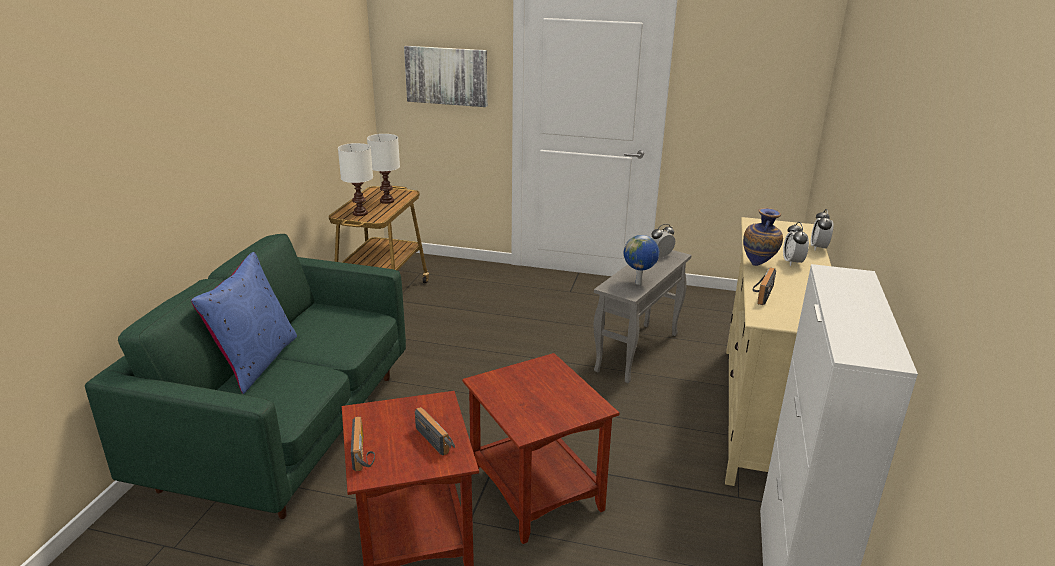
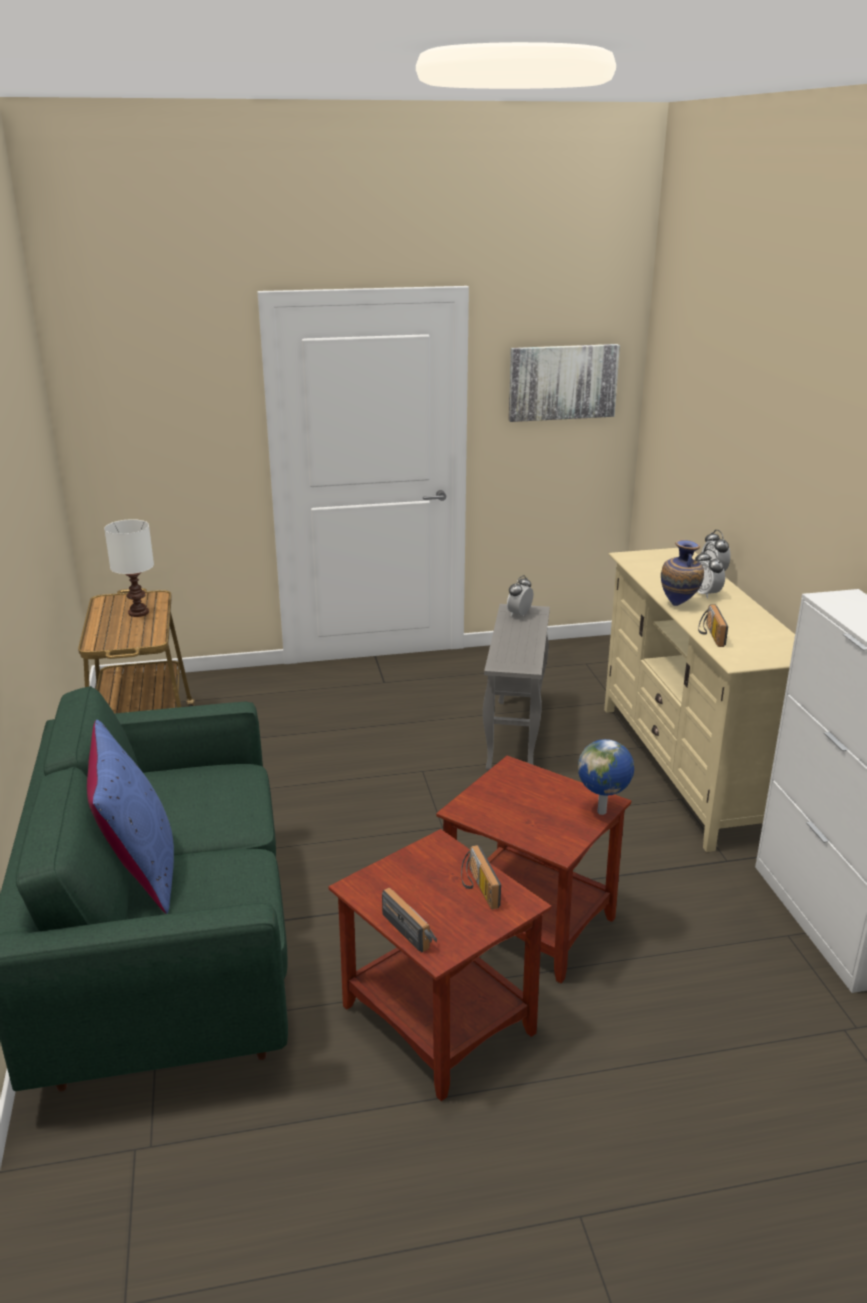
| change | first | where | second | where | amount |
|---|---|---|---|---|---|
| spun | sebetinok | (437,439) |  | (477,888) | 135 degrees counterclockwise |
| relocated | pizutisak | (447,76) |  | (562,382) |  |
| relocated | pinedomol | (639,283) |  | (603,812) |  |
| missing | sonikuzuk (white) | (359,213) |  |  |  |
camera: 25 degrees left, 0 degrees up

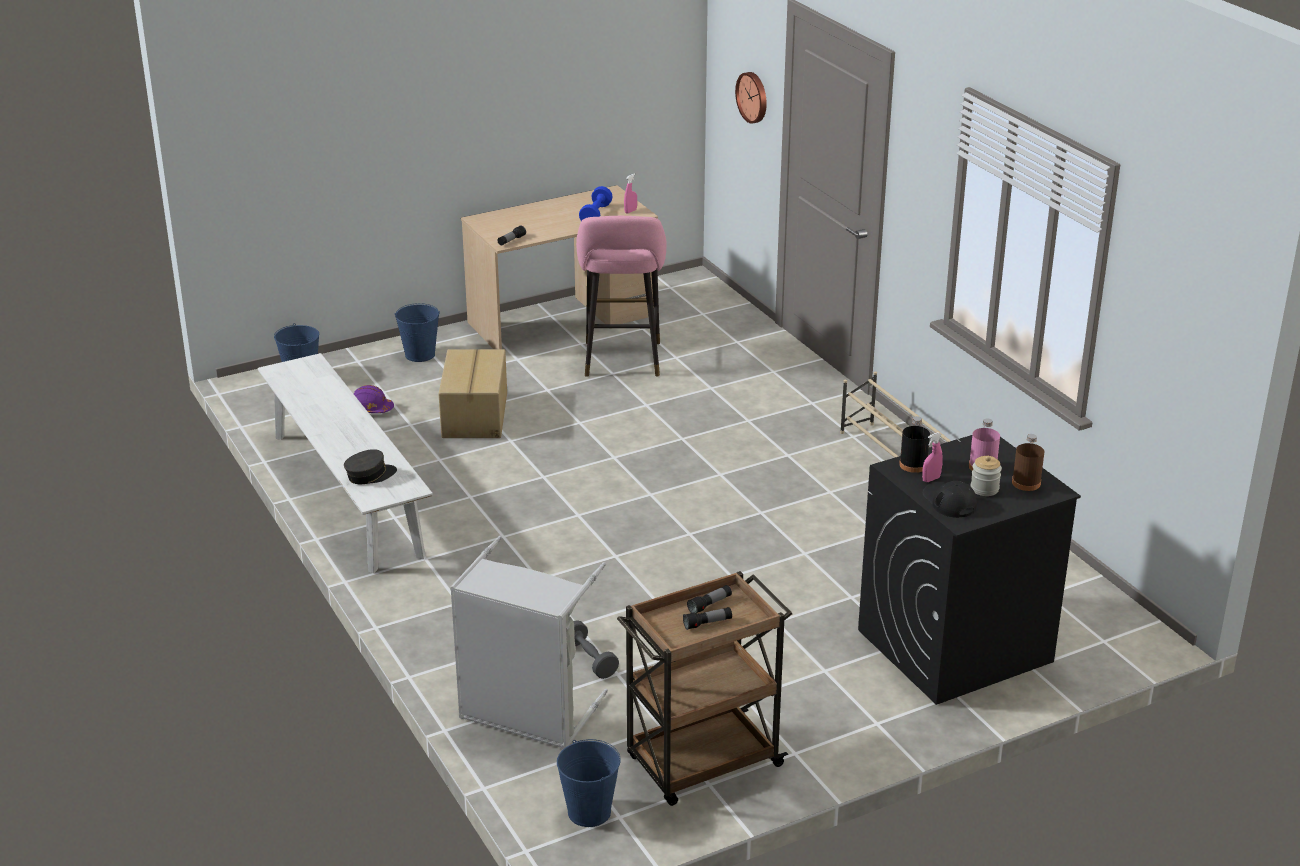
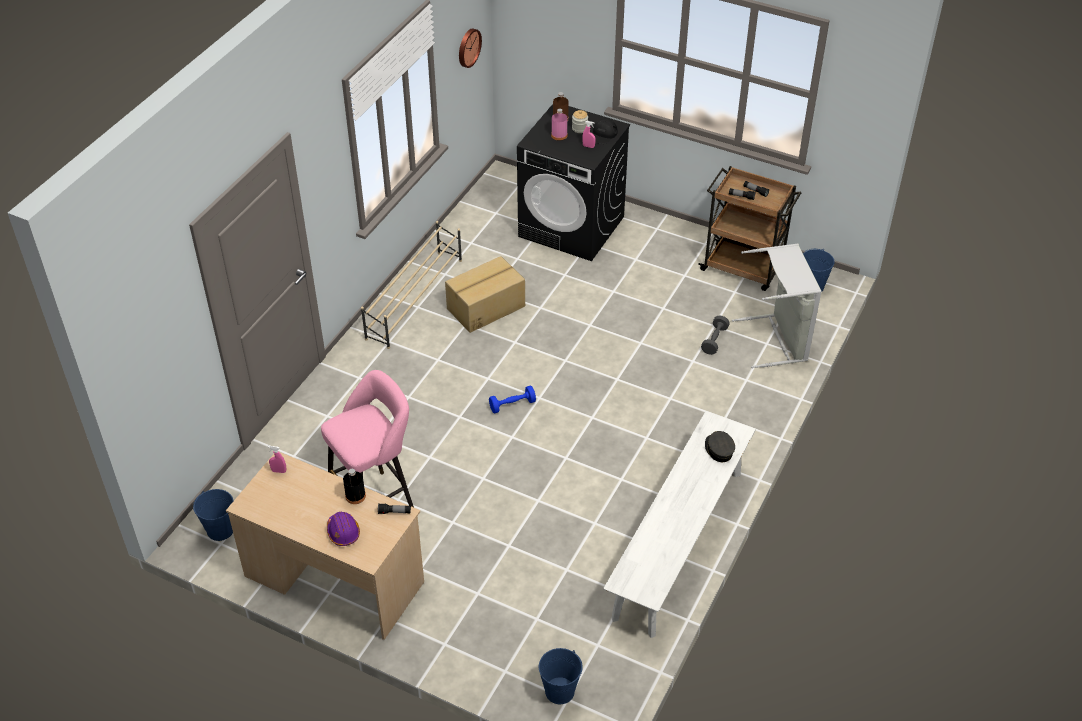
| change | first | where | second | where | amount |
|---|---|---|---|---|---|
| relocated | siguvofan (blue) | (420,355) |  | (220,529) |  |
| relocated | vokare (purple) | (371,409) |  | (343,532) |  |
| relocated | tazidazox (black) | (913,465) |  | (355,496) |  |
| relocated | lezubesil | (476,415) |  | (485,307) |  |
| relocated | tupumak | (753,97) |  | (468,47) |  |
| relocated | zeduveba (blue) | (596,215) |  | (512,405) |  |
| spun | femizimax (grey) | (370,475) |  | (718,450) | 45 degrees clockwise |
camera: 125 degrees left, 15 degrees up

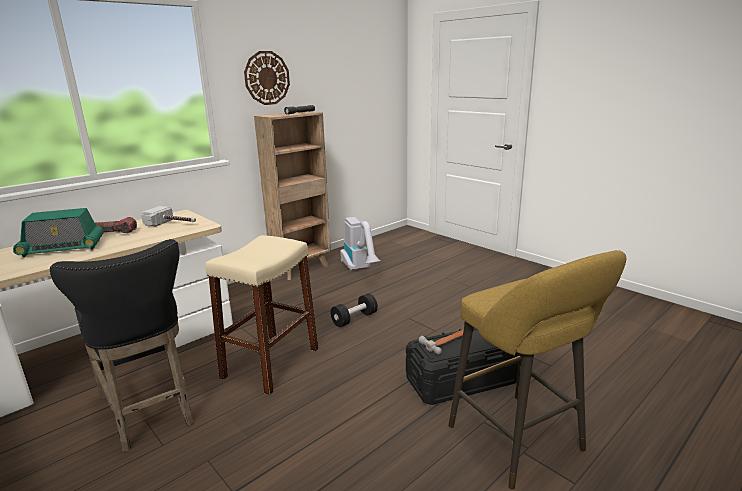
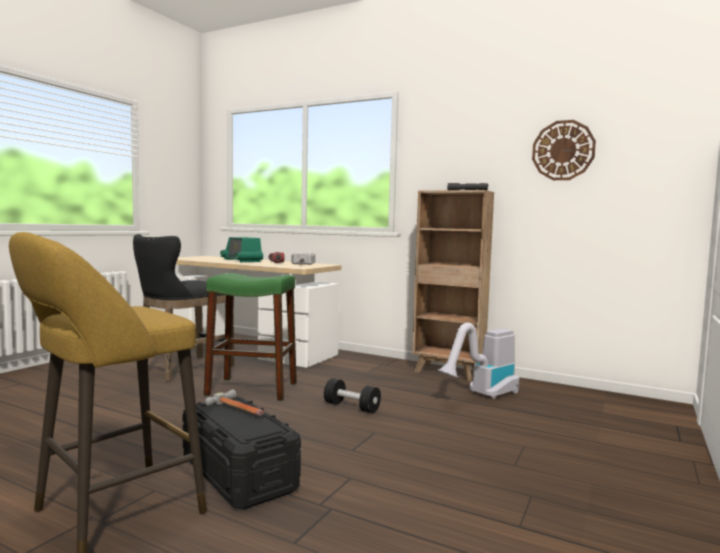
| change | first | where | second | where | amount |
|---|---|---|---|---|---|
| colour | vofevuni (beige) | (271,363) | vofevuni (green) | (252,389) |  |
| relocated | tupumak | (267,78) |  | (563,150) |  |
camera: 70 degrees right, 15 degrees down

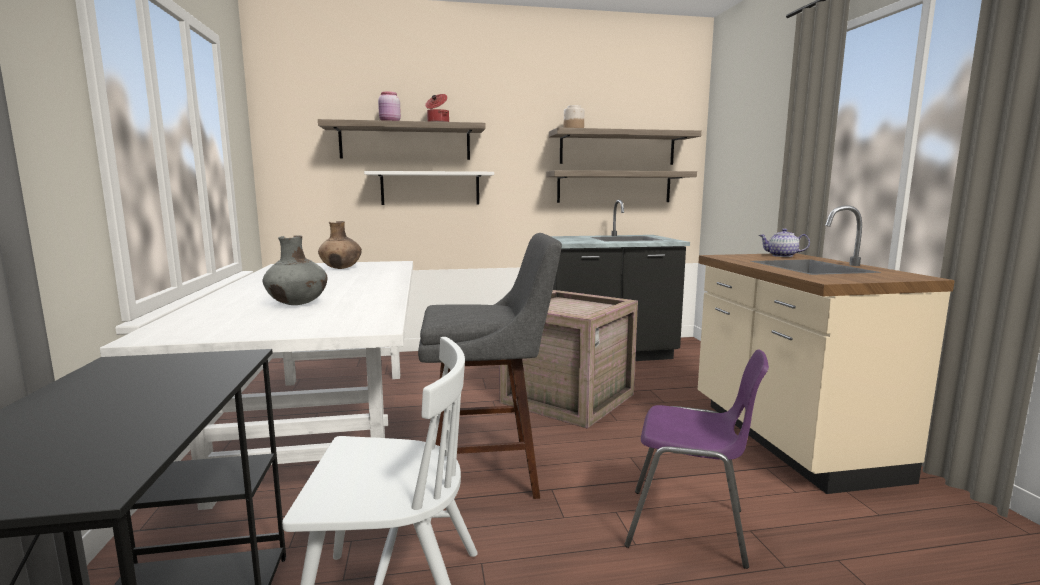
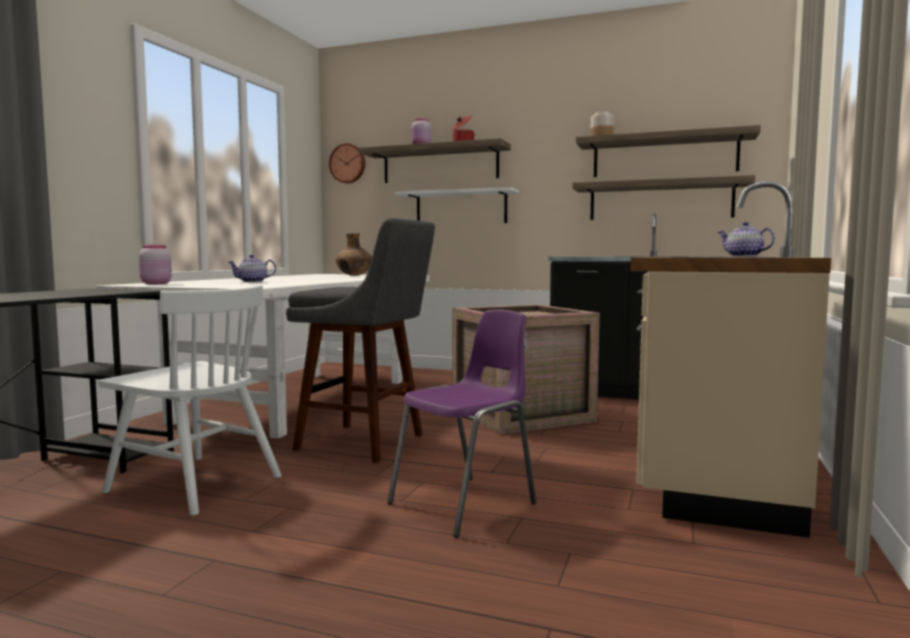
| change | first | where | second | where | amount |
|---|---|---|---|---|---|
| appeared |  |  | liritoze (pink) | (155,283) |  |
| exchanged | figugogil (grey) | (298,304) | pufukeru | (252,281) |  |
| appeared |  |  | tupumak | (348,163) |  |
| spun | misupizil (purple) | (689,528) |  | (466,503) | 90 degrees counterclockwise |
camera: 30 degrees right, 5 degrees down

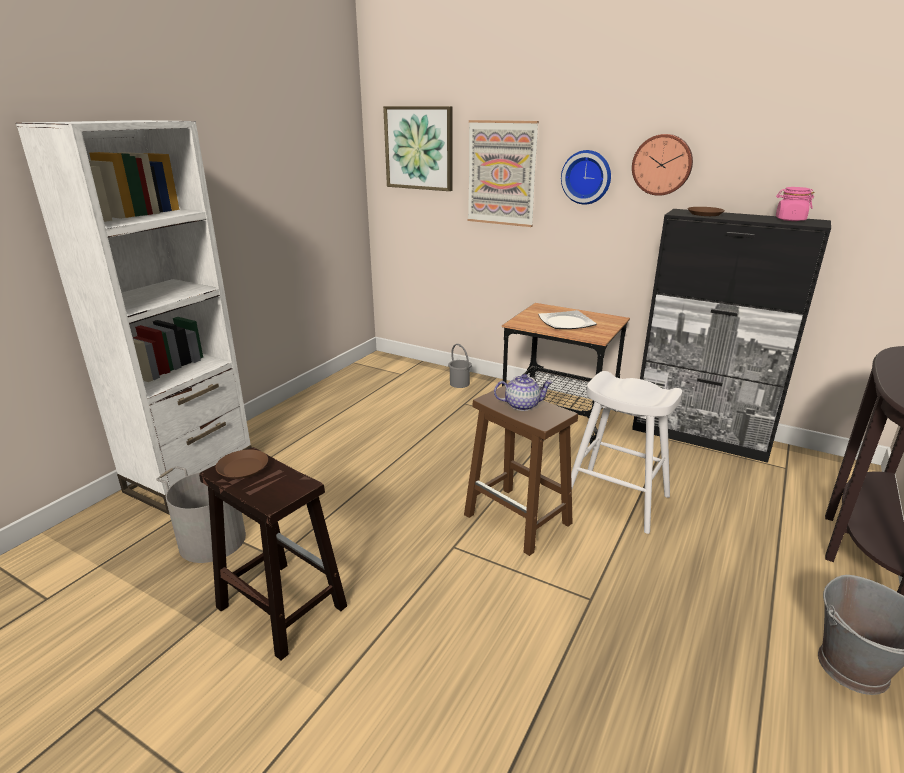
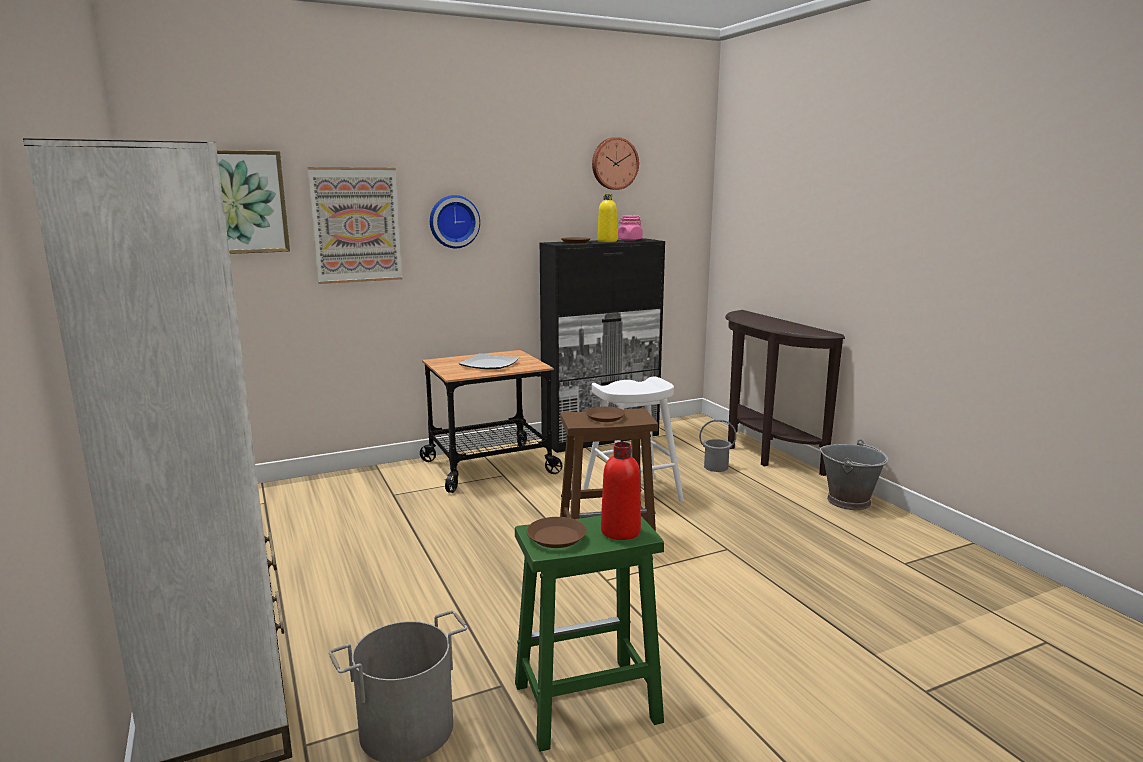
| change | first | where | second | where | amount |
|---|---|---|---|---|---|
| colour | vofevuni (brown) | (280,606) | vofevuni (green) | (584,703) |  |
| exchanged | pufukeru | (522,405) | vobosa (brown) | (605,417) |  |
| relocated | tupumak | (662,164) |  | (614,163) |  |
| appeared |  |  | tazidazox (yellow) | (607,241) |  |
| appeared |  |  | tazidazox (red) | (620,531) |  |
| relocated | siguvofan (grey) | (459,384) |  | (716,467) |  |
camera: 55 degrees left, 10 degrees down

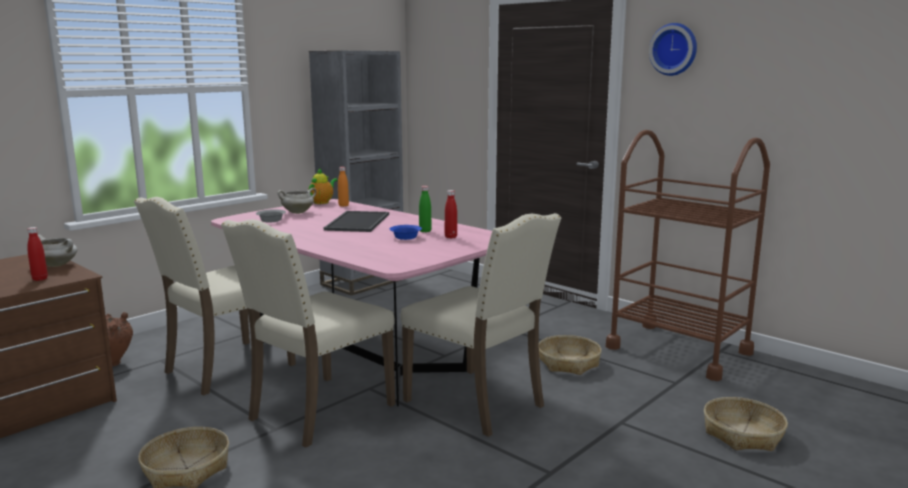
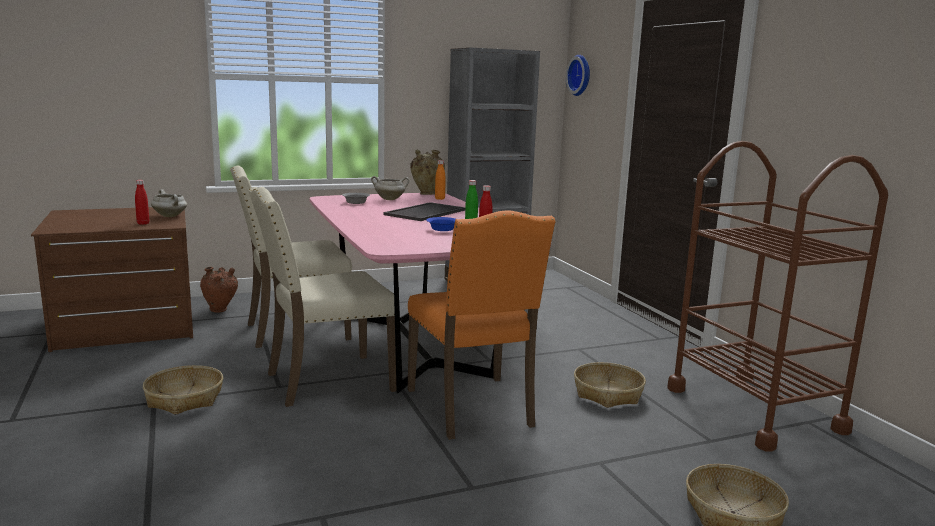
| change | first | where | second | where | amount |
|---|---|---|---|---|---|
| colour | misupizil (beige) | (478,403) | misupizil (orange) | (473,408) |  |
| exchanged | pufukeru | (322,202) | figugogil (beige) | (427,194) |  |
| relocated | tupumak | (674,49) |  | (581,75) |  |
camera: 25 degrees right, 0 degrees up

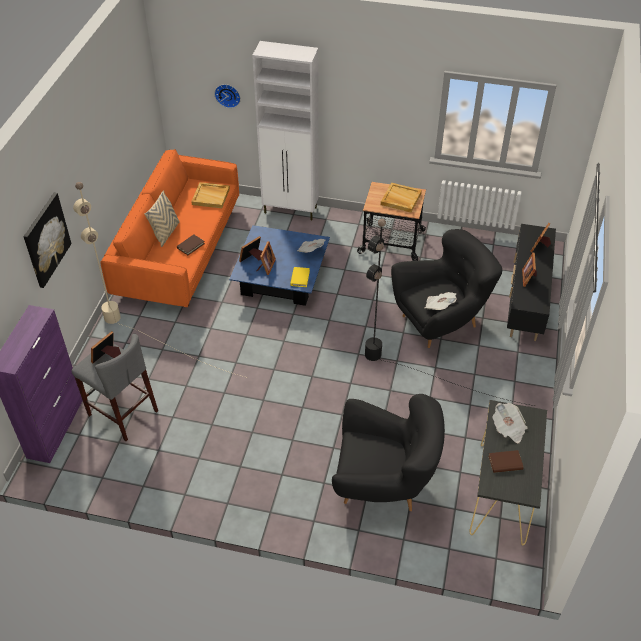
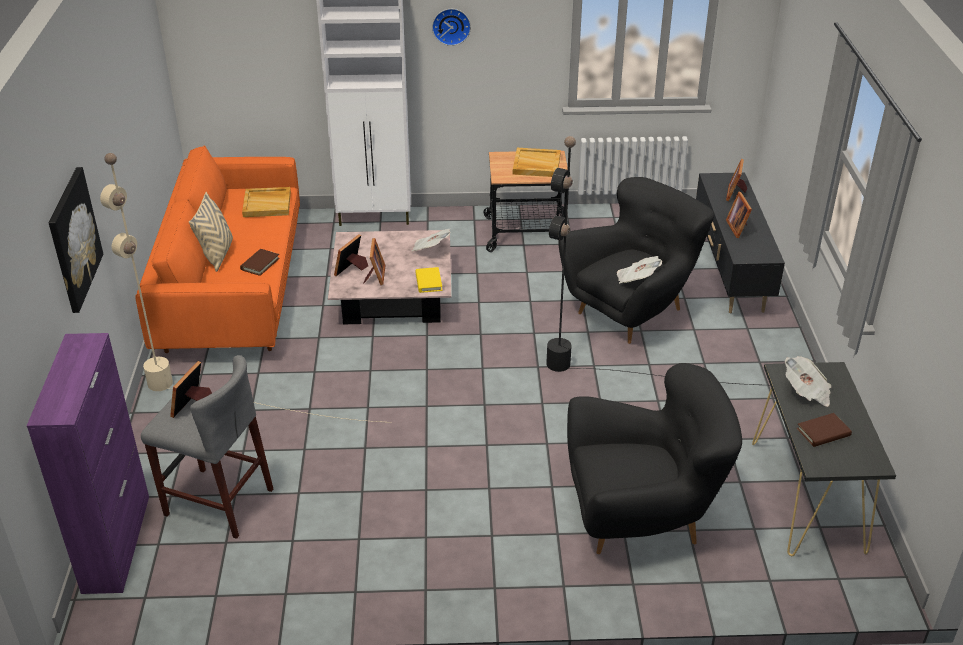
| change | first | where | second | where | amount |
|---|---|---|---|---|---|
| colour | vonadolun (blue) | (281,277) | vonadolun (pink) | (392,295) |  |
| relocated | tupumak | (228,95) |  | (451,25) |  |
camera: 15 degrees left, 10 degrees down

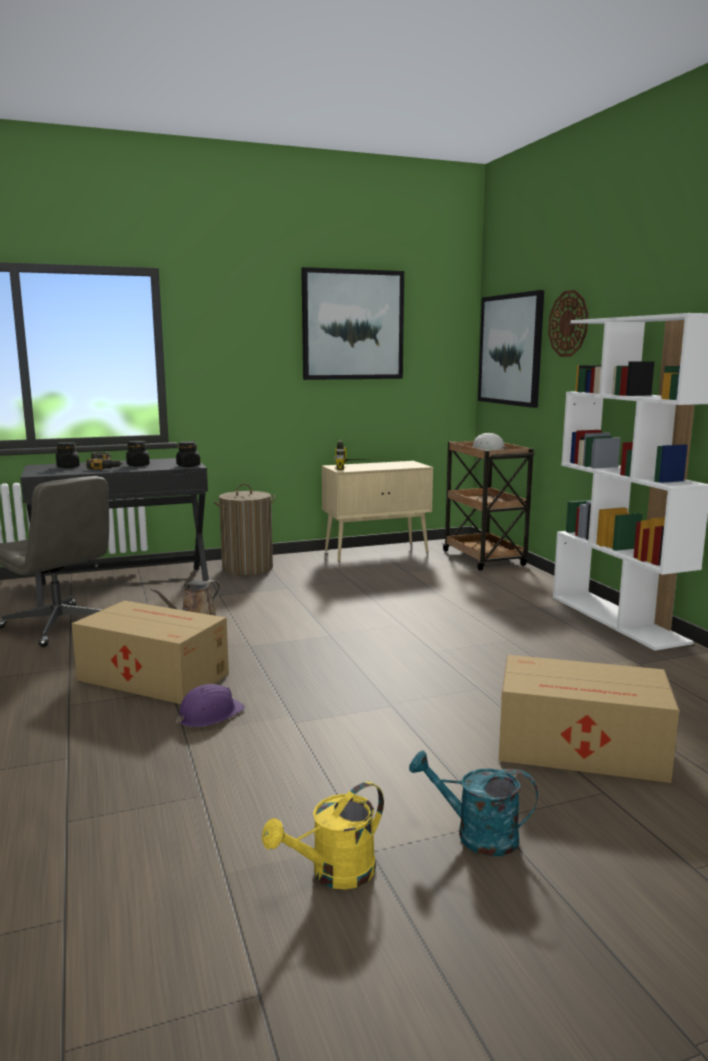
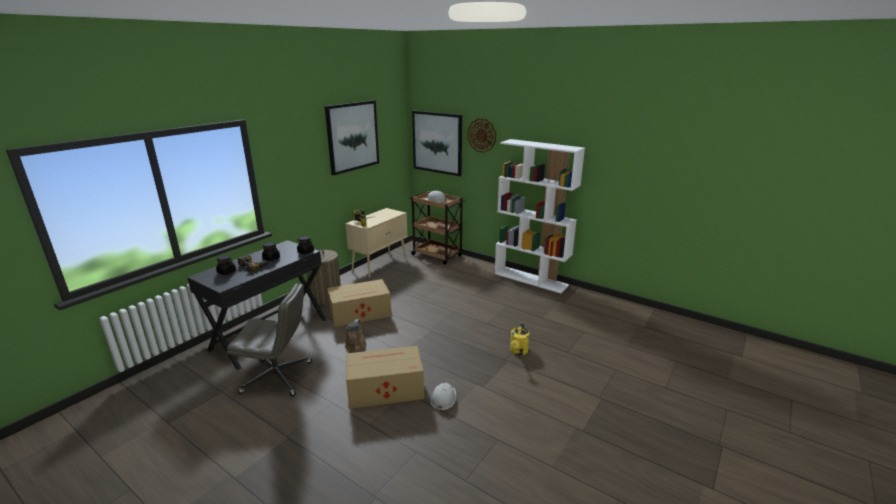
| change | first | where | second | where | amount |
|---|---|---|---|---|---|
| relocated | lezubesil | (583,748) |  | (361,313) |  |
| colour | vokare (purple) | (209,714) | vokare (white) | (443,399) |  |
| relocated | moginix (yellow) | (333,874) |  | (518,352) |  |
| missing | moginix (turquoise) | (476,835) |  |  |  |
camera: 35 degrees left, 10 degrees up

